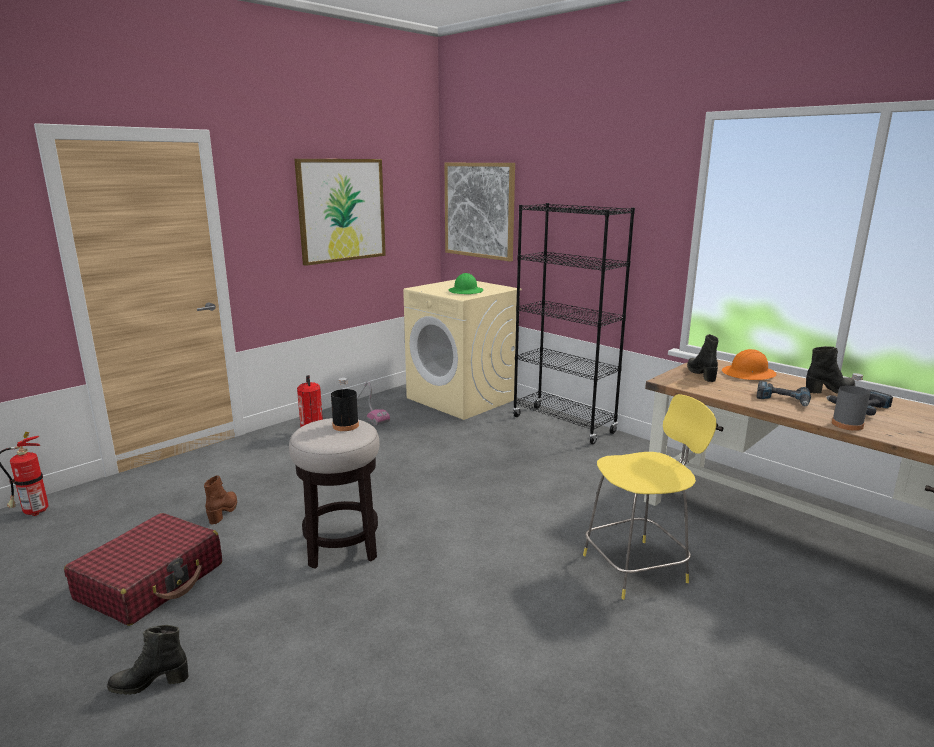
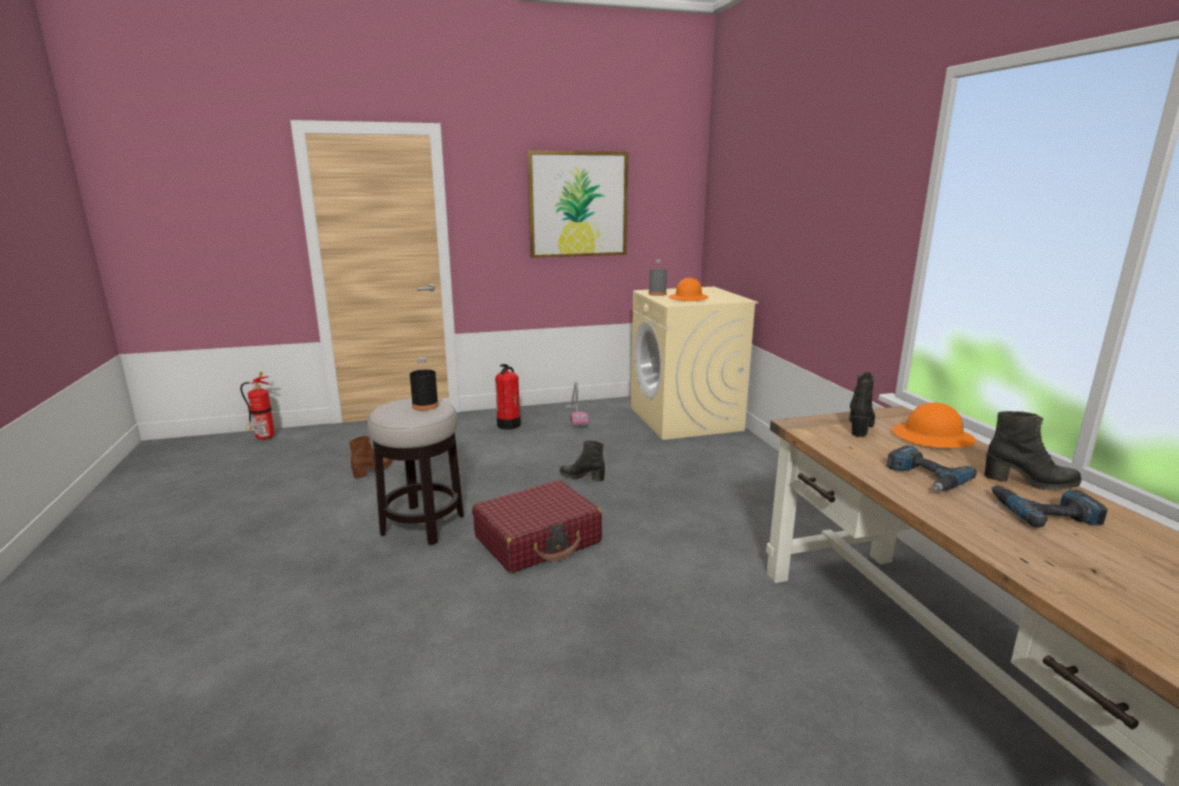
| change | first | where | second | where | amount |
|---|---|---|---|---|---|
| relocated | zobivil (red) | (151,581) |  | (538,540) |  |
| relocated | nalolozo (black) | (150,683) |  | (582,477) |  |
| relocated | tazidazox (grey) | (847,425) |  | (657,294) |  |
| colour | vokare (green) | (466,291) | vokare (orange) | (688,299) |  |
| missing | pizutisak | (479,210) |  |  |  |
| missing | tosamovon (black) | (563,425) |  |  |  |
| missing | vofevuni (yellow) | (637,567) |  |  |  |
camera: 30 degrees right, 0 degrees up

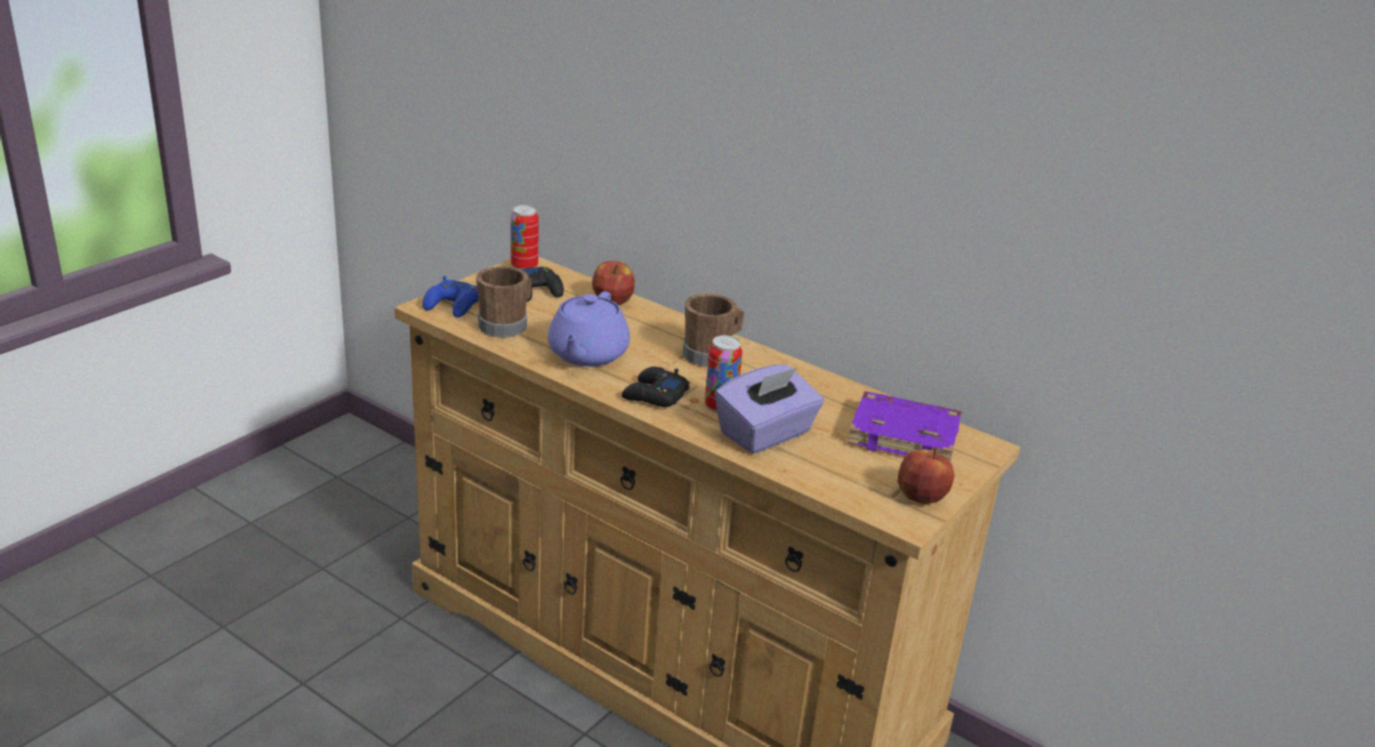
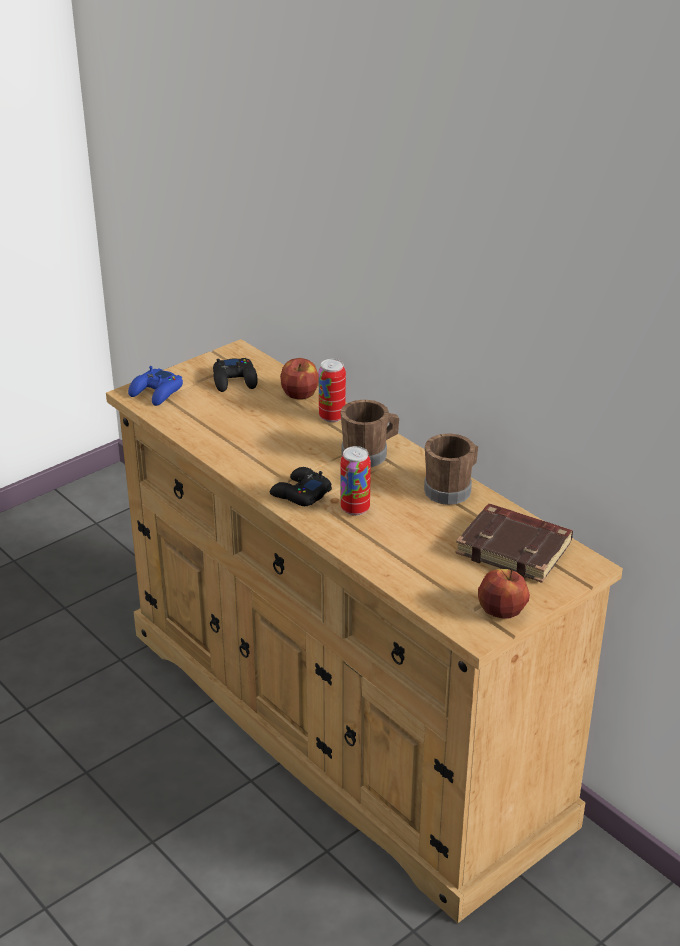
| change | first | where | second | where | amount |
|---|---|---|---|---|---|
| relocated | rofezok | (524,267) |  | (332,417) |  |
| relocated | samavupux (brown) | (507,325) |  | (451,489) |  |
| colour | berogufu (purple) | (905,435) | berogufu (brown) | (515,549) |  |
| missing | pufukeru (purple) | (587,355) |  |  |  |
| missing | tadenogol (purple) | (766,434) |  |  |  |
camera: 15 degrees right, 5 degrees up

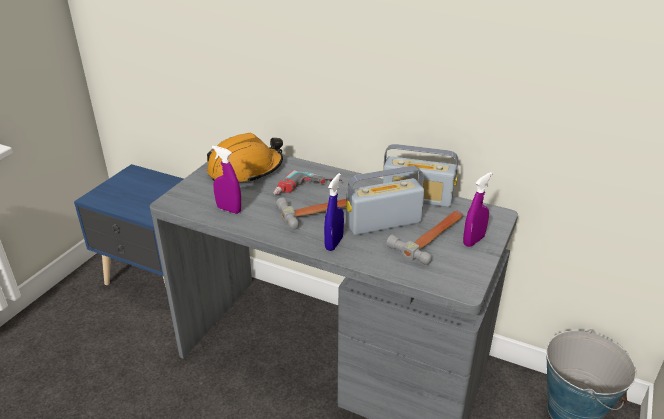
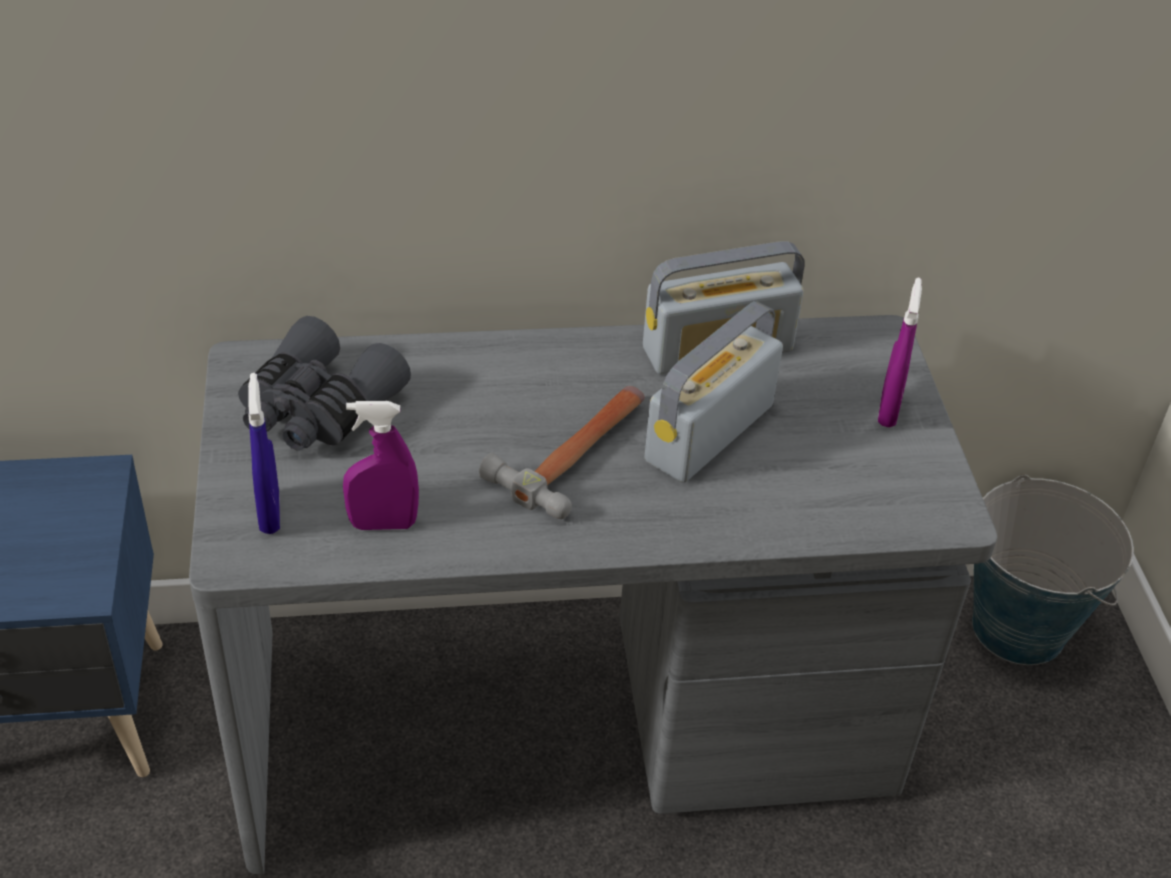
| change | first | where | second | where | amount |
|---|---|---|---|---|---|
| exchanged | vokare (orange) | (245,170) | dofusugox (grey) | (317,408) |  |
| relocated | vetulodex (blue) | (334,243) |  | (269,513) |  |
| missing | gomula | (307,190) |  |  |  |
| missing | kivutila | (432,237) |  |  |  |
camera: 35 degrees left, 10 degrees up

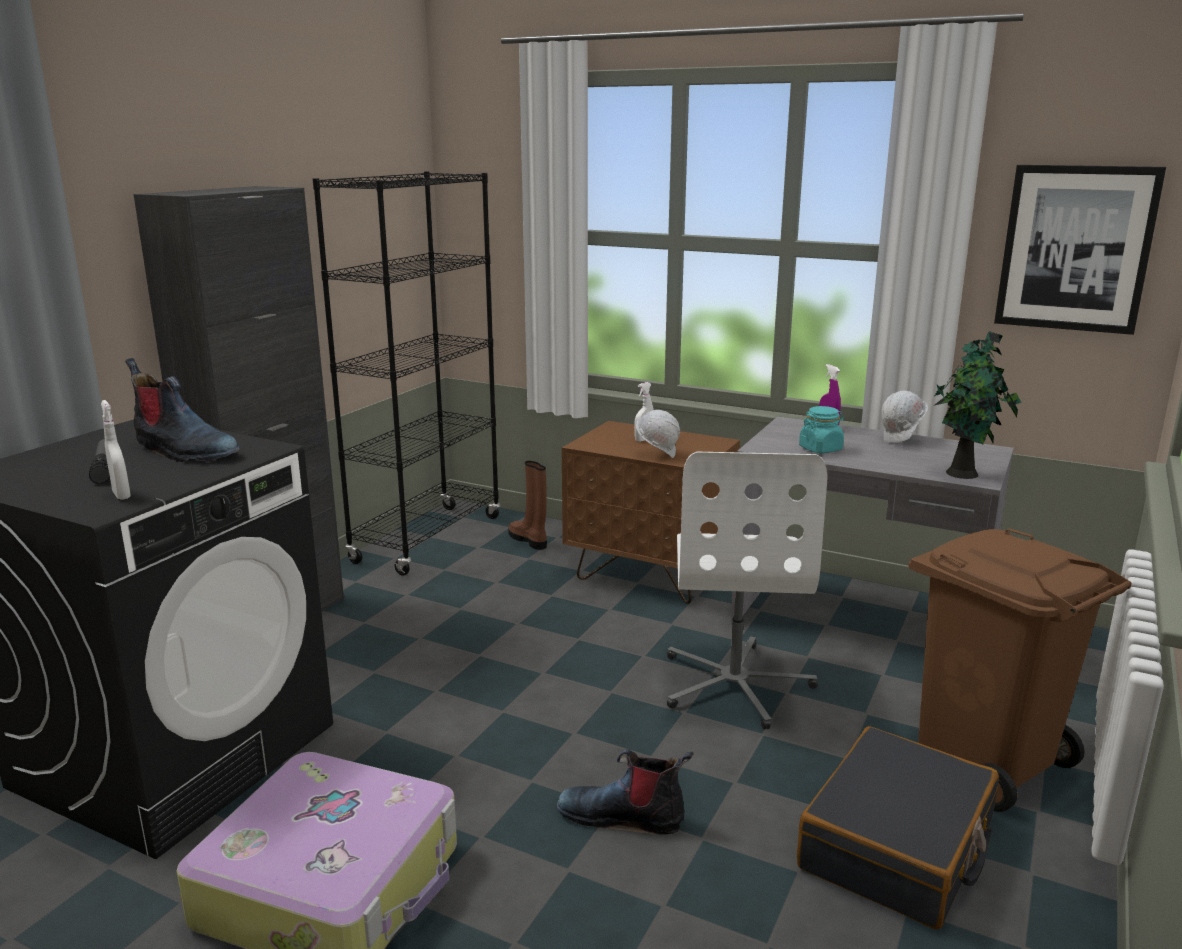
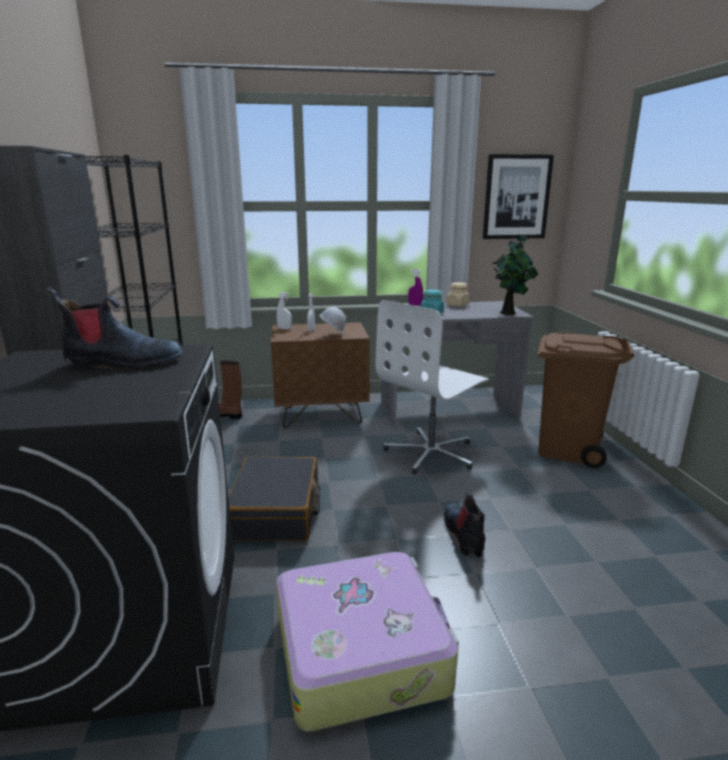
| change | first | where | second | where | amount |
|---|---|---|---|---|---|
| relocated | zobivil (black) | (897,847) |  | (276,512) |  |
| relocated | vetulodex (white) | (121,495) |  | (284,328) |  |
| spun | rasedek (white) | (735,684) |  | (431,453) | 75 degrees clockwise |
| spun | nalolozo | (623,816) |  | (464,535) | 105 degrees clockwise |
| exchanged | vokare (white) | (902,440) | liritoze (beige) | (457,305) |  |
| missing | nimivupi | (103,467) |  |  |  |
camera: 35 degrees left, 0 degrees up

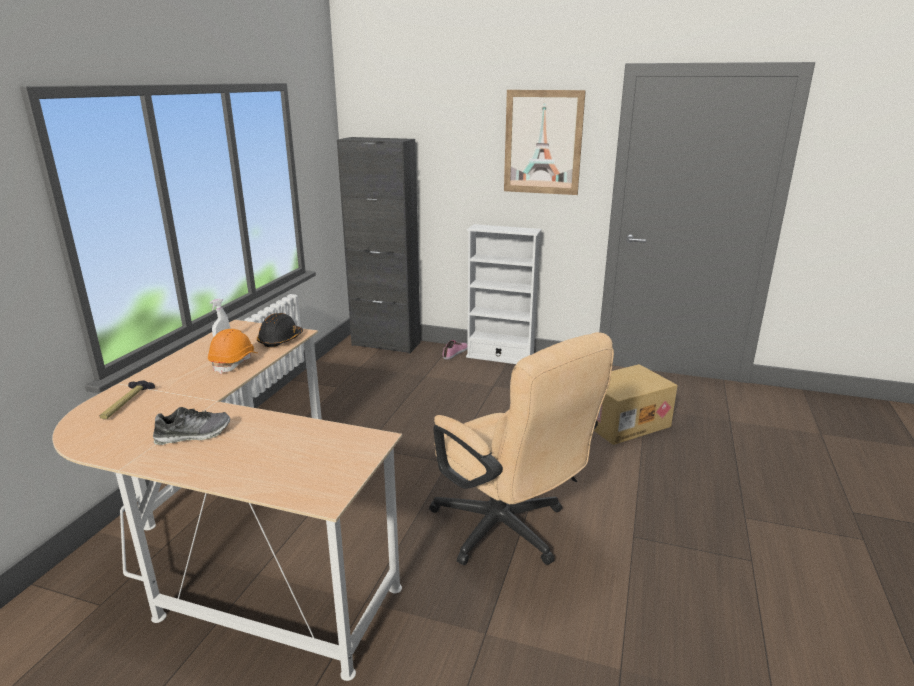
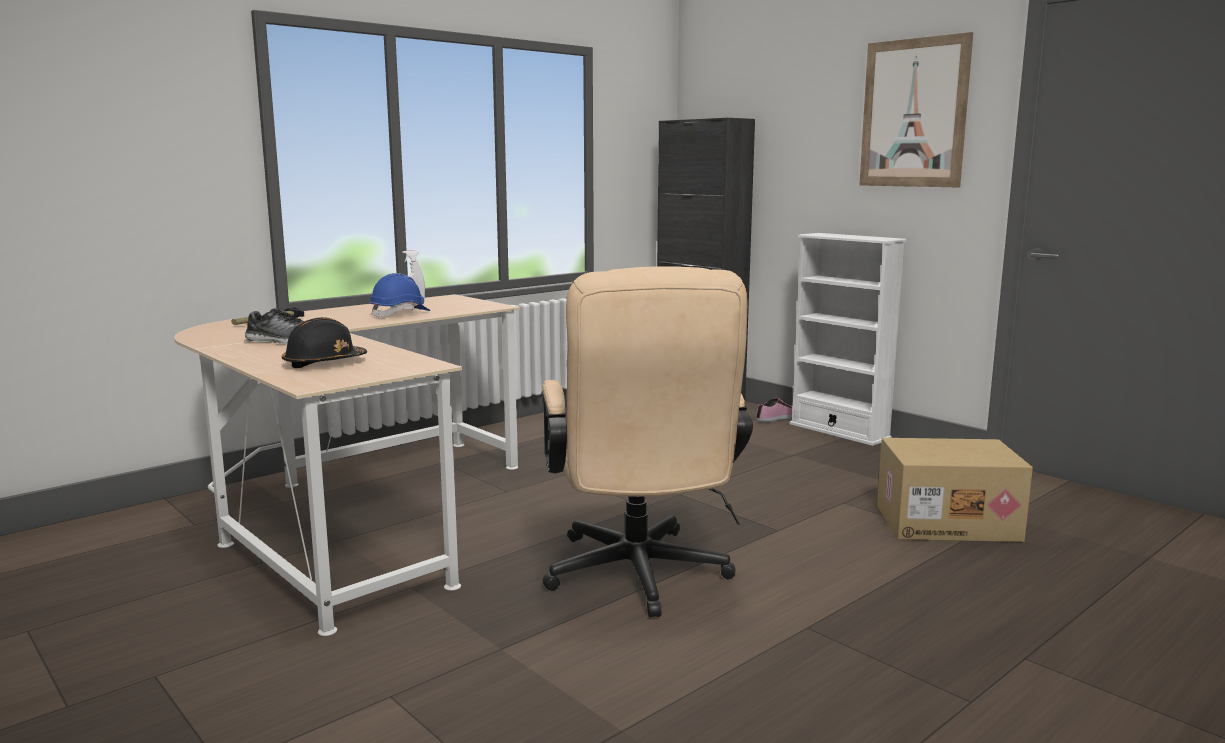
| change | first | where | second | where | amount |
|---|---|---|---|---|---|
| relocated | vokare (black) | (280,340) |  | (324,363) |  |
| colour | vokare (orange) | (234,362) | vokare (blue) | (400,314) |  |
camera: 30 degrees right, 10 degrees down

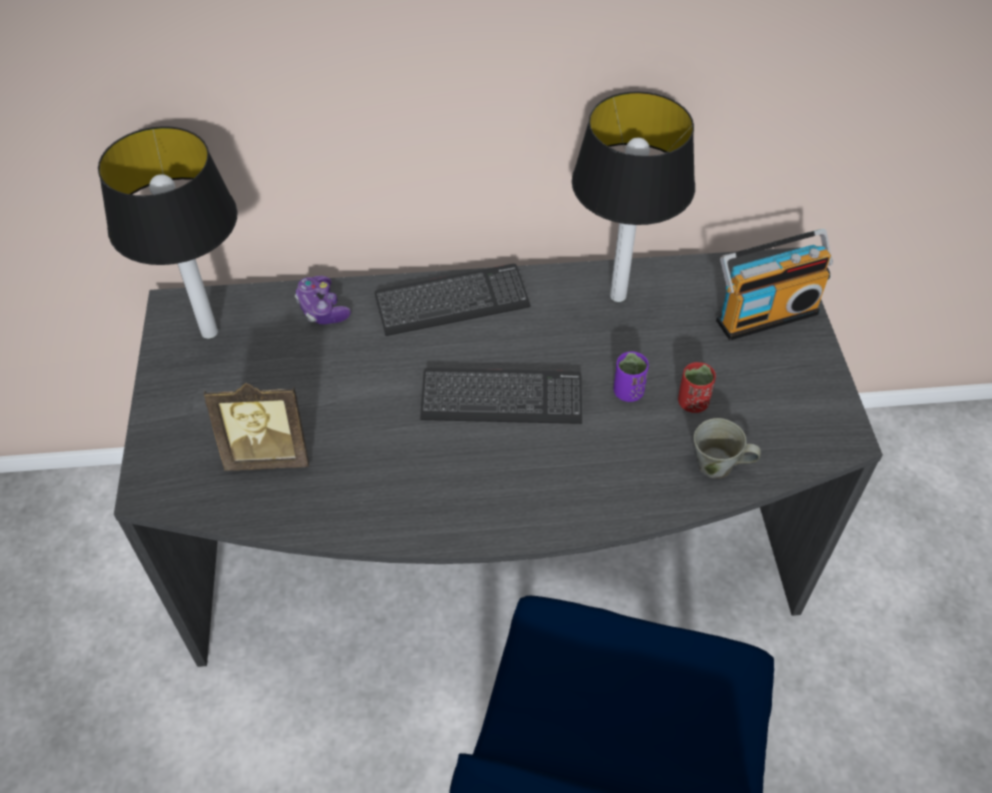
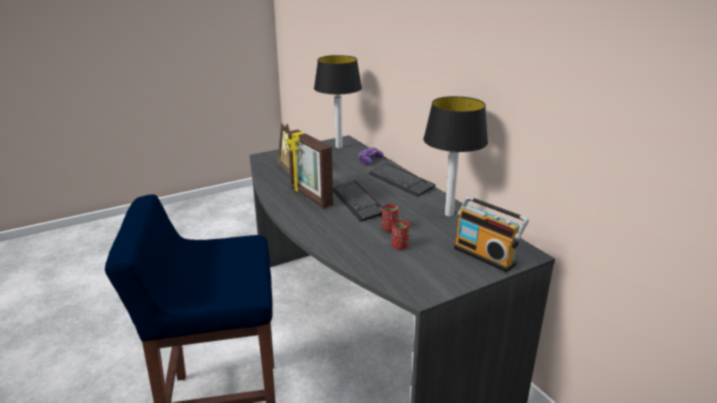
| change | first | where | second | where | amount |
|---|---|---|---|---|---|
| appeared |  |  | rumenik | (310,197) |  |
| colour | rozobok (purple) | (628,392) | rozobok (red) | (390,228) |  |
| missing | samavupux (grey) | (717,466) |  |  |  |
camera: 65 degrees right, 25 degrees down

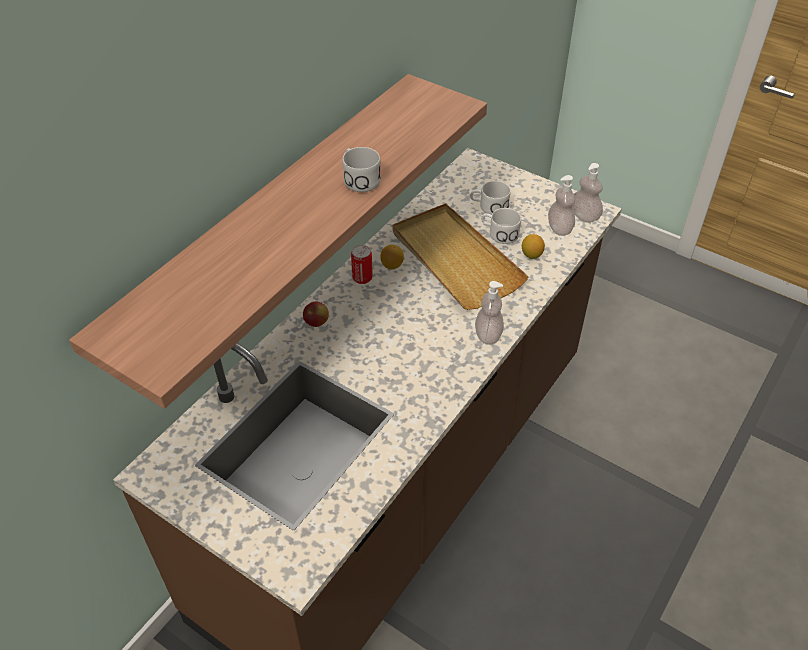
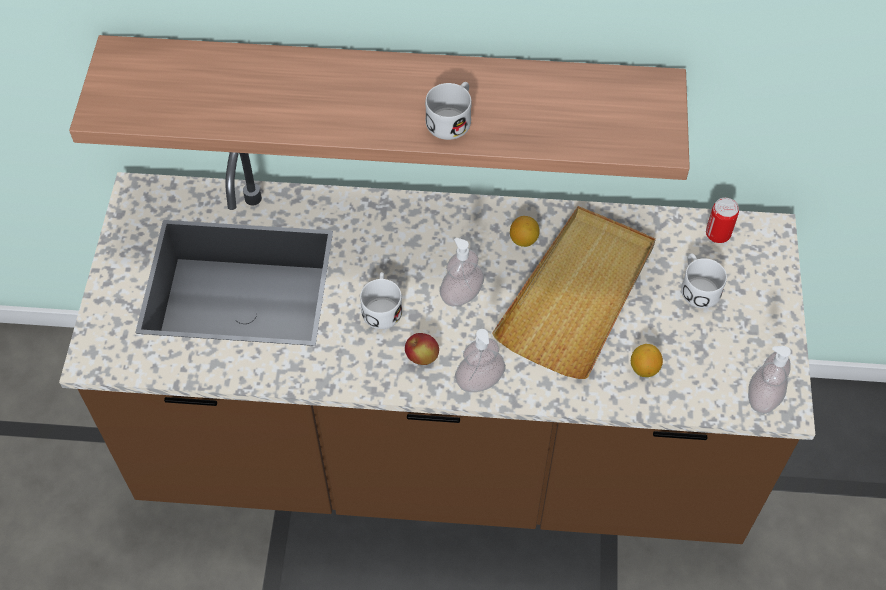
| change | first | where | second | where | amount |
|---|---|---|---|---|---|
| relocated | samavupux (white) | (499,233) |  | (382,307) |  |
| relocated | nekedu | (316,323) |  | (422,357) |  |
| relocated | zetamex | (559,228) |  | (461,294) |  |
| relocated | rofezok | (362,278) |  | (717,234) |  |
camera: 60 degrees right, 10 degrees up

